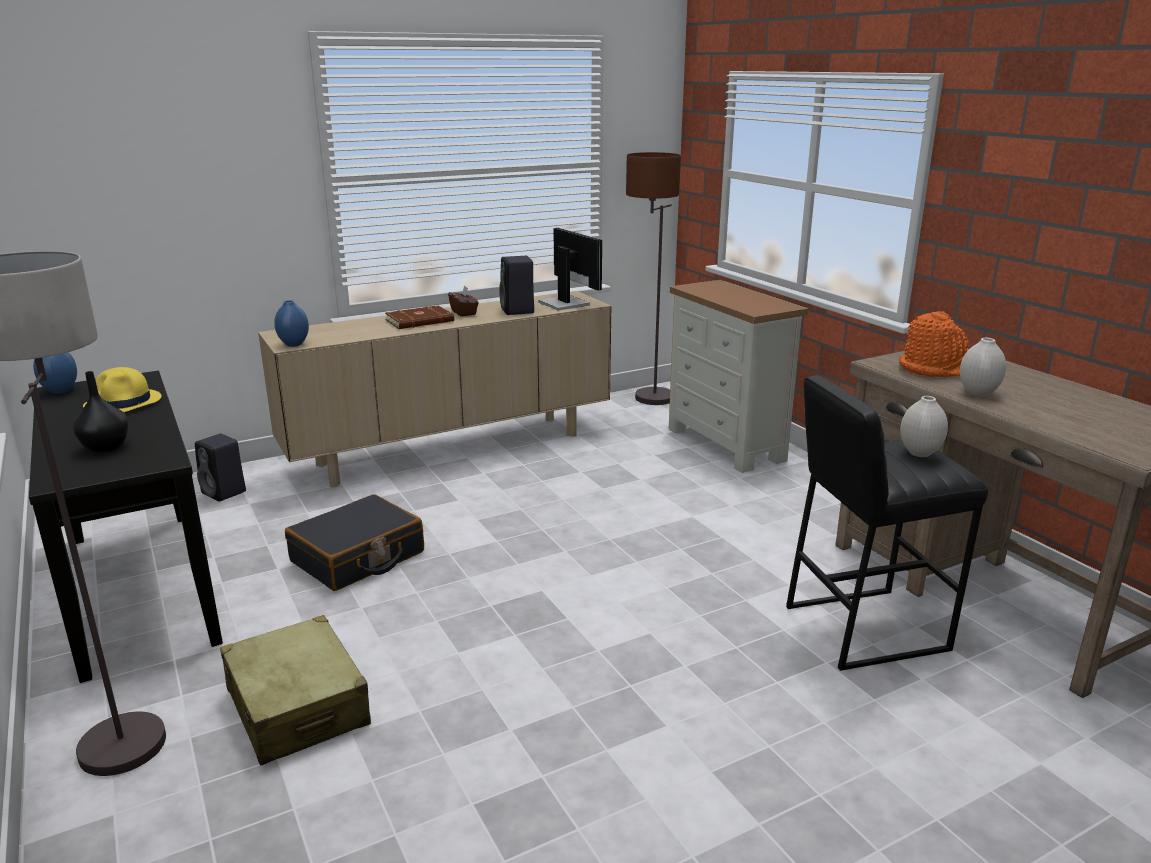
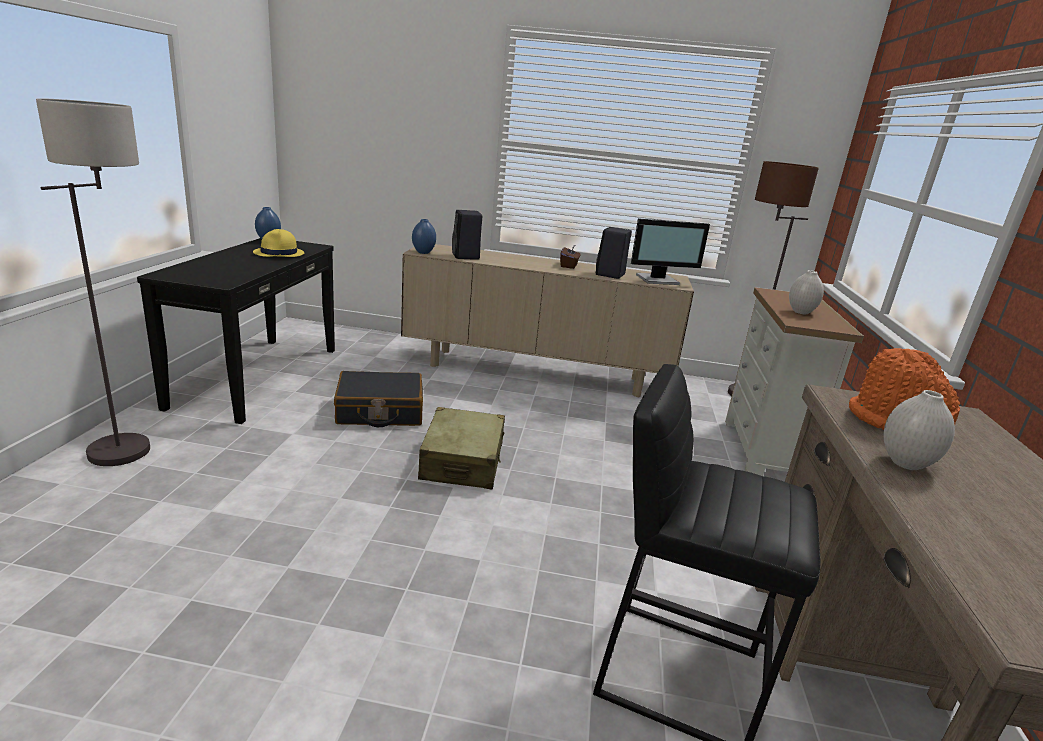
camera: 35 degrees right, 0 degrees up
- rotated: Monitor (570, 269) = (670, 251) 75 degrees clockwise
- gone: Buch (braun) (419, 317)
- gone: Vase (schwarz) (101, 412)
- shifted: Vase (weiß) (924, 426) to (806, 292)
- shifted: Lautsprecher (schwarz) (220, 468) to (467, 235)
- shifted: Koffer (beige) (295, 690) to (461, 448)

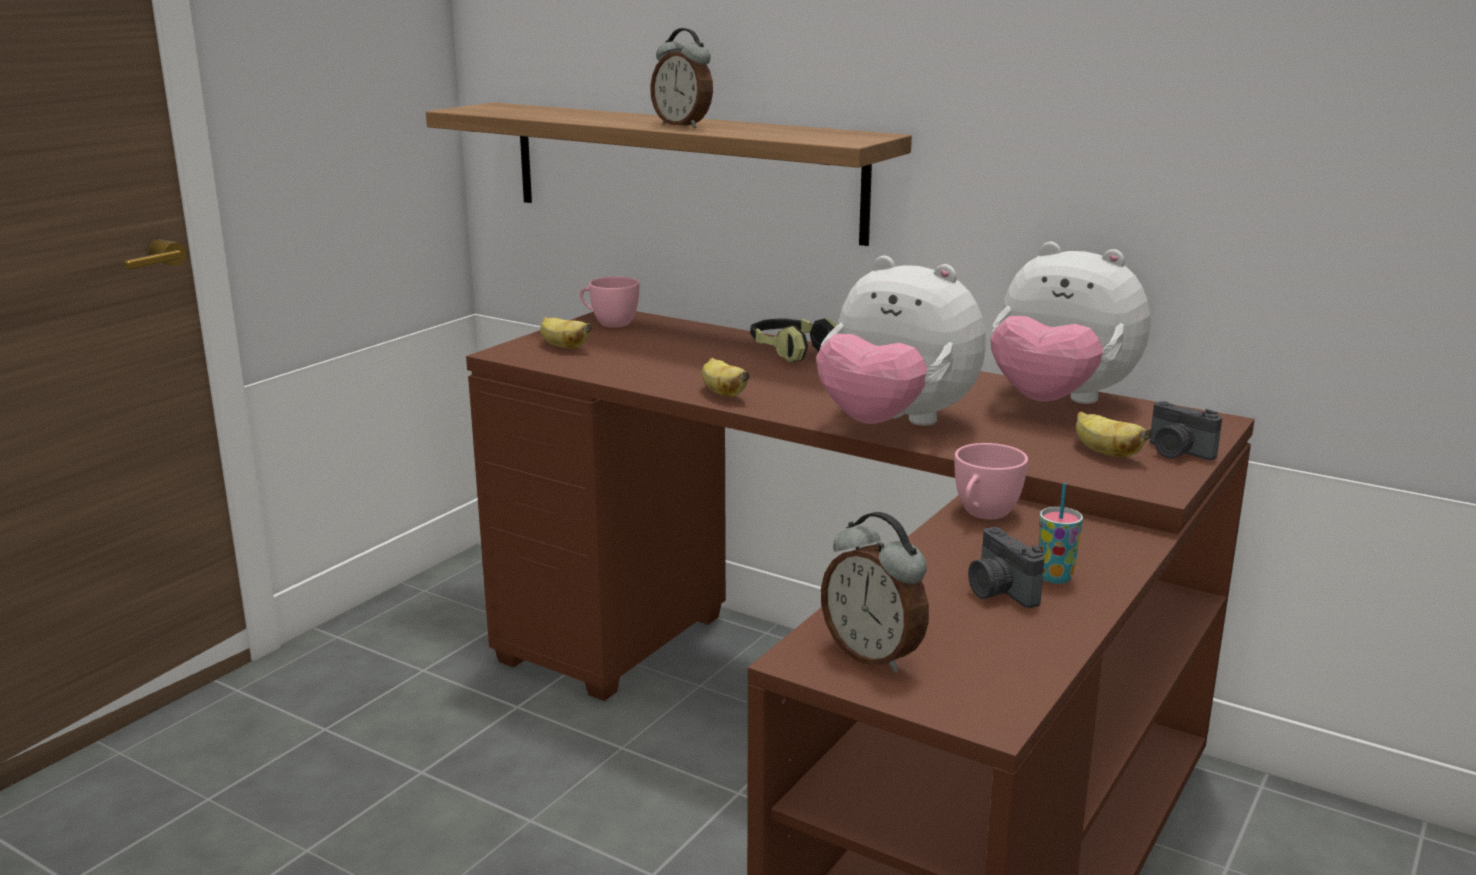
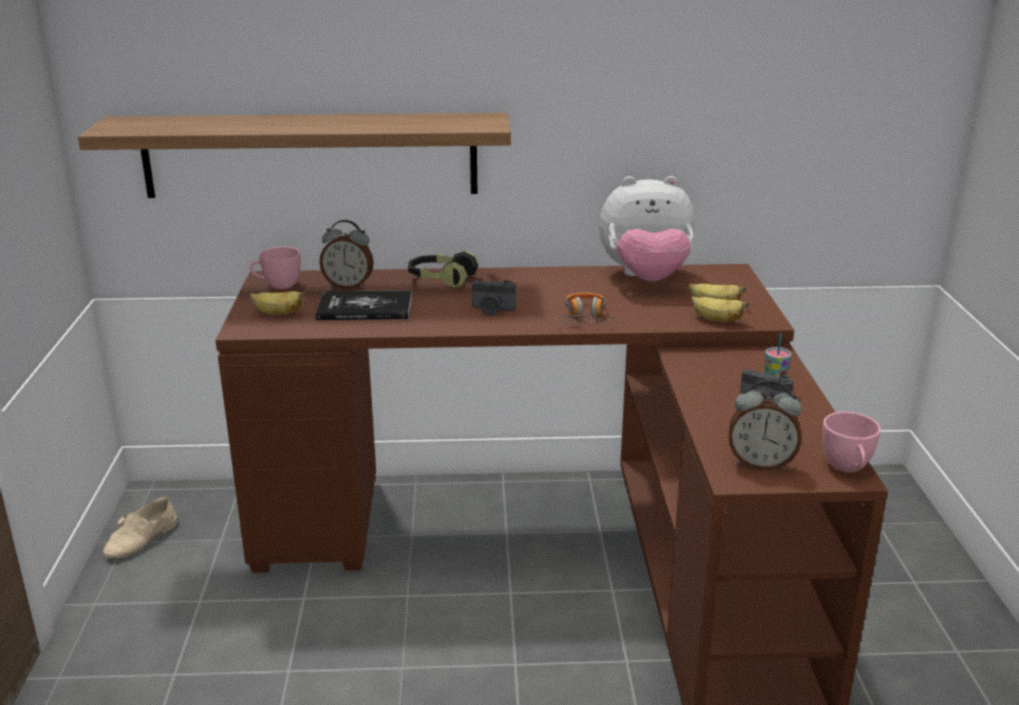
camera: 35 degrees left, 5 degrees up
- shifted: Wecker (681, 78) to (346, 254)
- swapped: Plüschtier (901, 341) to Kopfhörer (586, 308)
- shifted: Banane (726, 377) to (720, 309)
- shifted: Kamera (1186, 430) to (494, 297)
- shifted: Tasse (rosa) (991, 481) to (851, 442)
- new: Buch (363, 305)
- new: Schuh (beige) (140, 527)

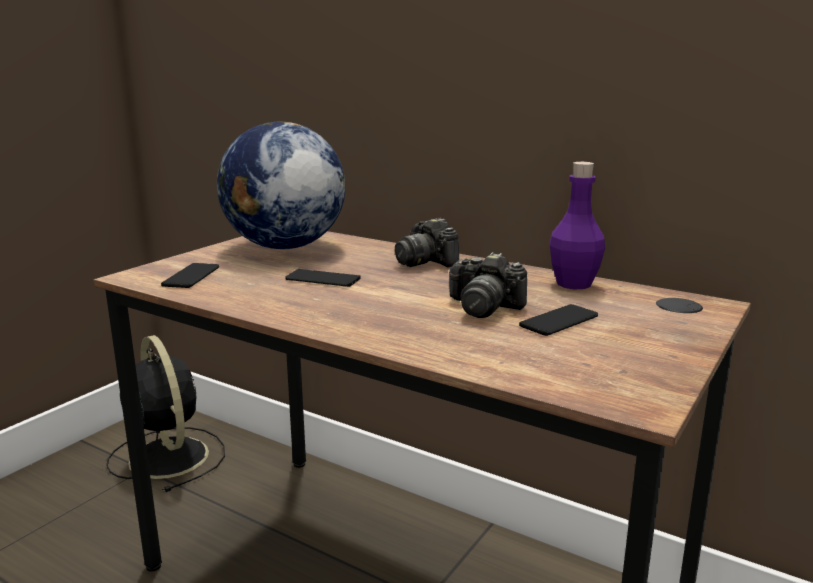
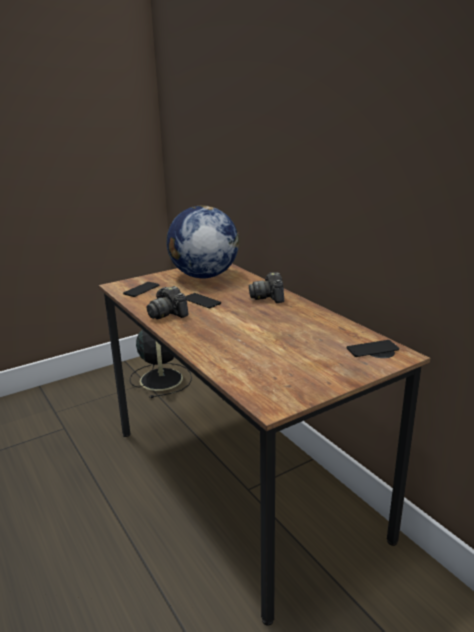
camera: 25 degrees right, 5 degrees up
- gone: Flasche (lila) (577, 225)
- shifted: Kamera (487, 285) to (168, 303)
- shifted: Handy (558, 320) to (373, 348)

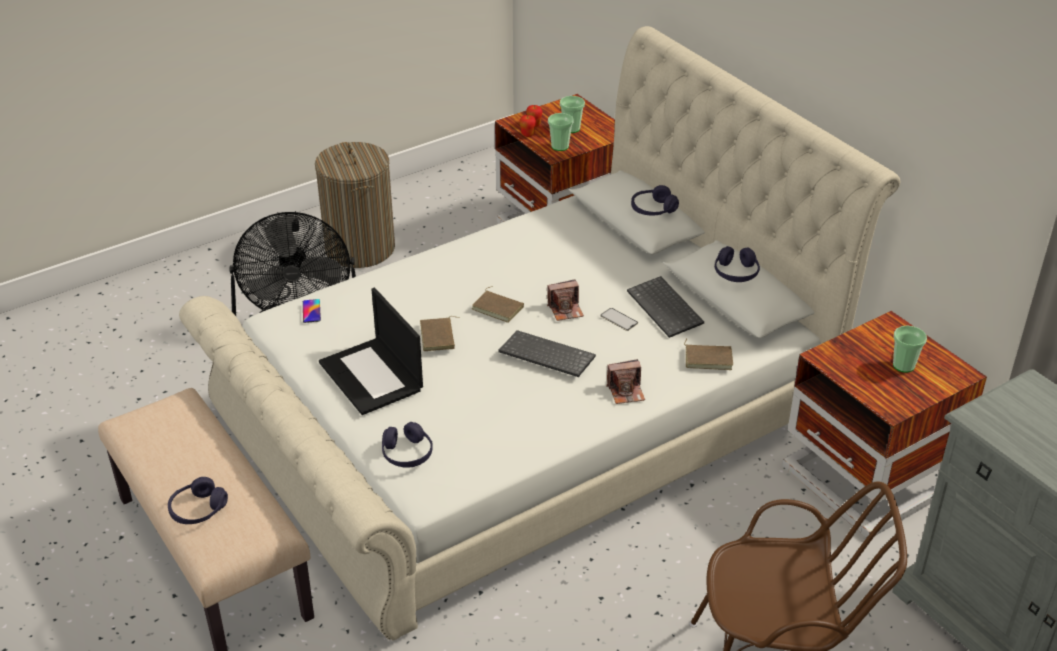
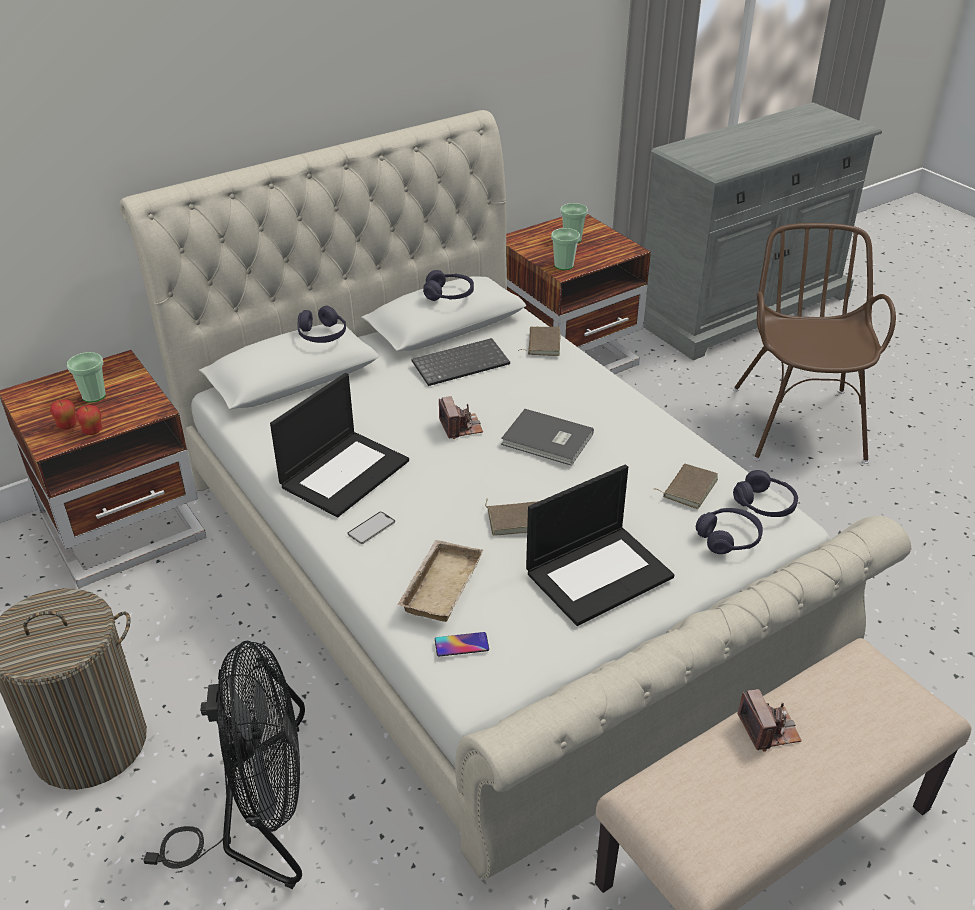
camera: 90 degrees left, 0 degrees up
- shifted: Tasse (561, 132) to (565, 249)
- shifted: Buch (braun) (498, 304) to (687, 486)
- shifted: Handy (619, 319) to (371, 528)
- swapped: Tastatur (547, 353) to Buch (grau) (547, 437)
- shifted: Kamera (625, 381) to (769, 720)
- shifted: Kopfhörer (lila) (198, 500) to (765, 493)
- new: Laptop (339, 445)
- new: Tablett (beige) (440, 581)

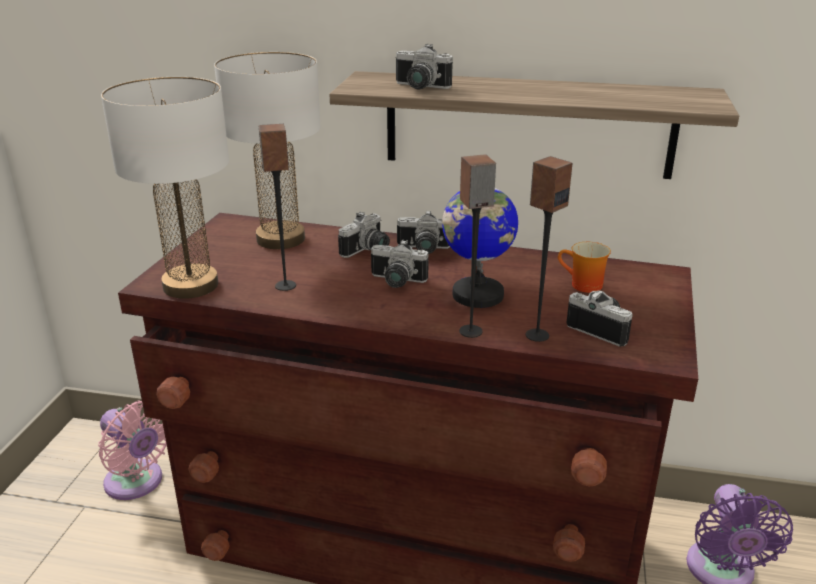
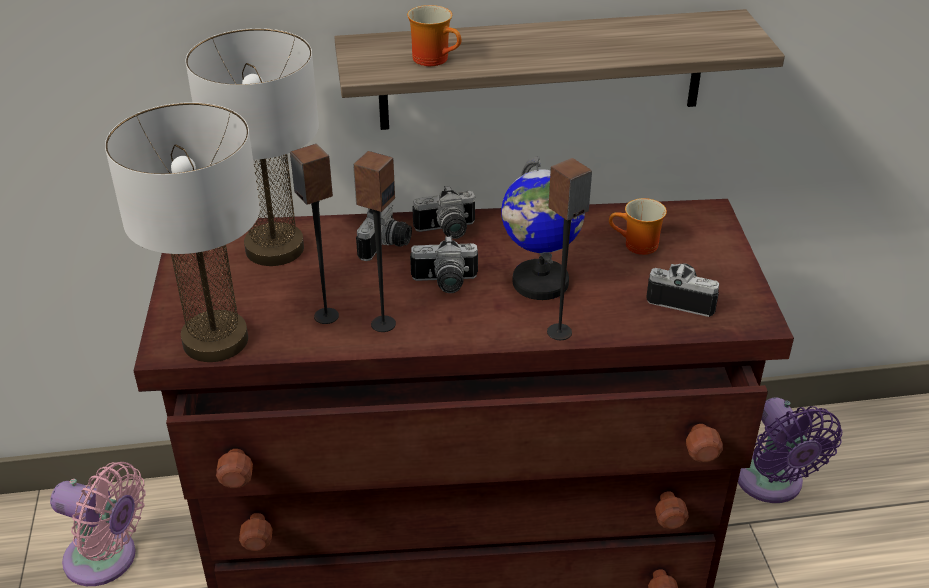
camera: 20 degrees left, 10 degrees up
- swapped: Kamera (424, 66) to Henkelbecher (434, 35)
- shifted: Lautsprecher (549, 249) to (374, 241)

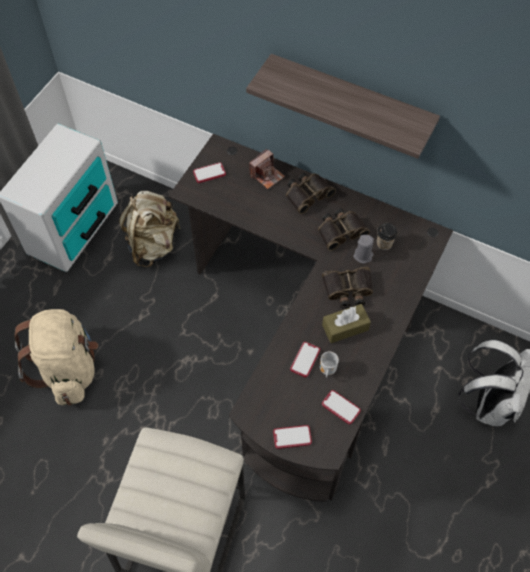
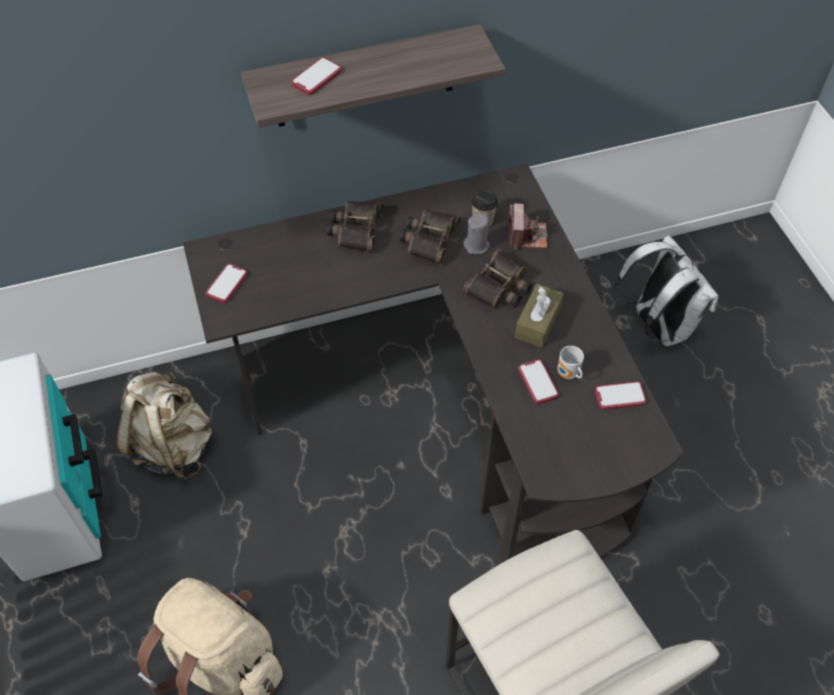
camera: 45 degrees left, 5 degrees down
- shifted: Kamera (267, 169) to (528, 226)
- shifted: Handy (292, 437) to (316, 76)

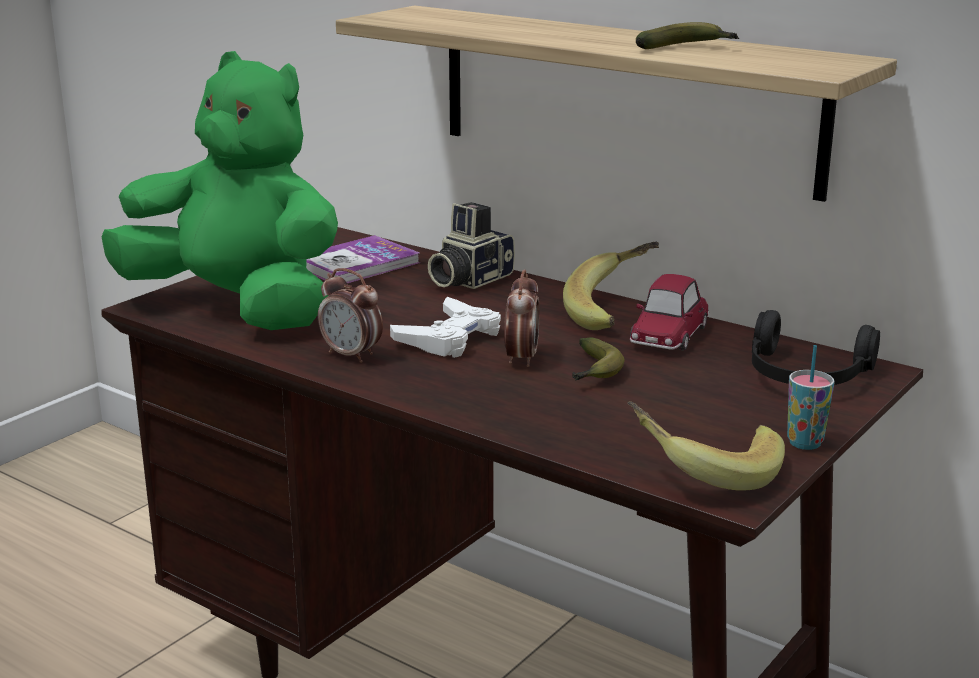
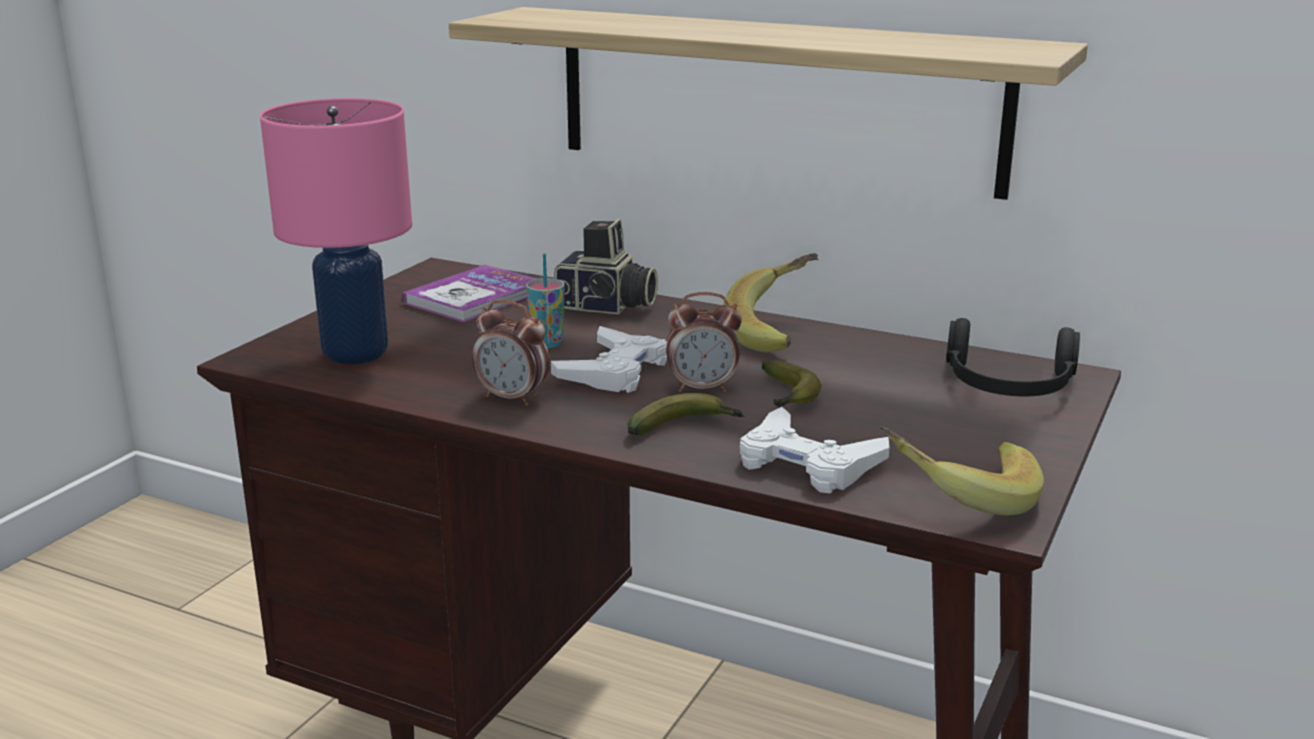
camera: 10 degrees left, 0 degrees up
- shifted: Banane (687, 35) to (685, 414)
- swapped: Plüschtier (grün) (219, 190) to Tischlampe (rosa) (336, 231)
- rotated: Kamera (471, 245) = (606, 266) 105 degrees counterclockwise
- rotated: Wecker (521, 318) = (704, 342) 90 degrees clockwise
- gone: Spielzeugauto (669, 312)
- shifted: Tasse (811, 397) to (545, 301)
- new: Gamepad (weiß) (814, 450)

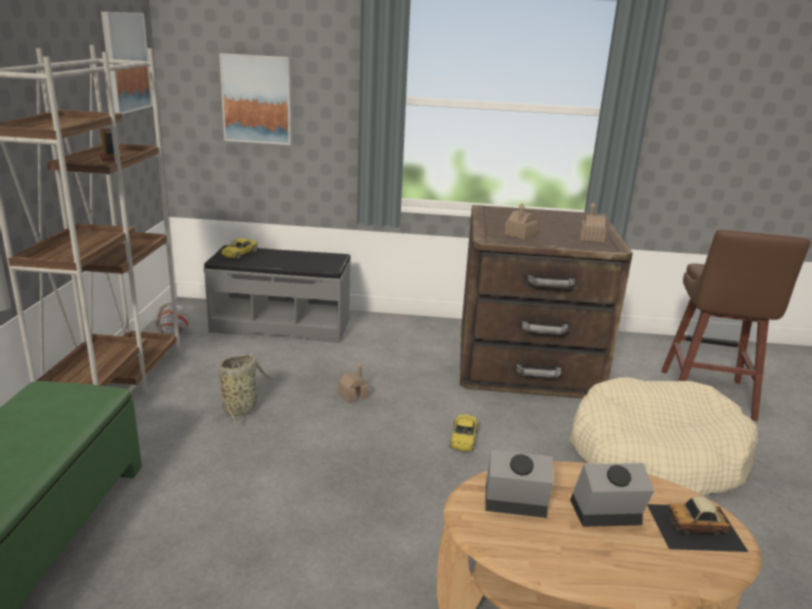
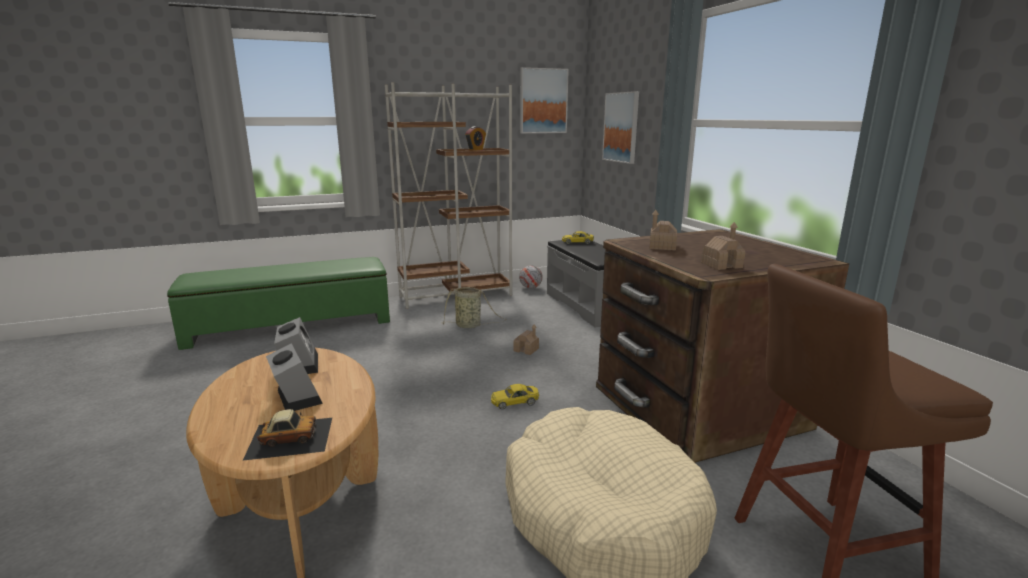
camera: 65 degrees right, 5 degrees down
- rotated: Spielzeugauto (697, 524) = (287, 435) 105 degrees clockwise

